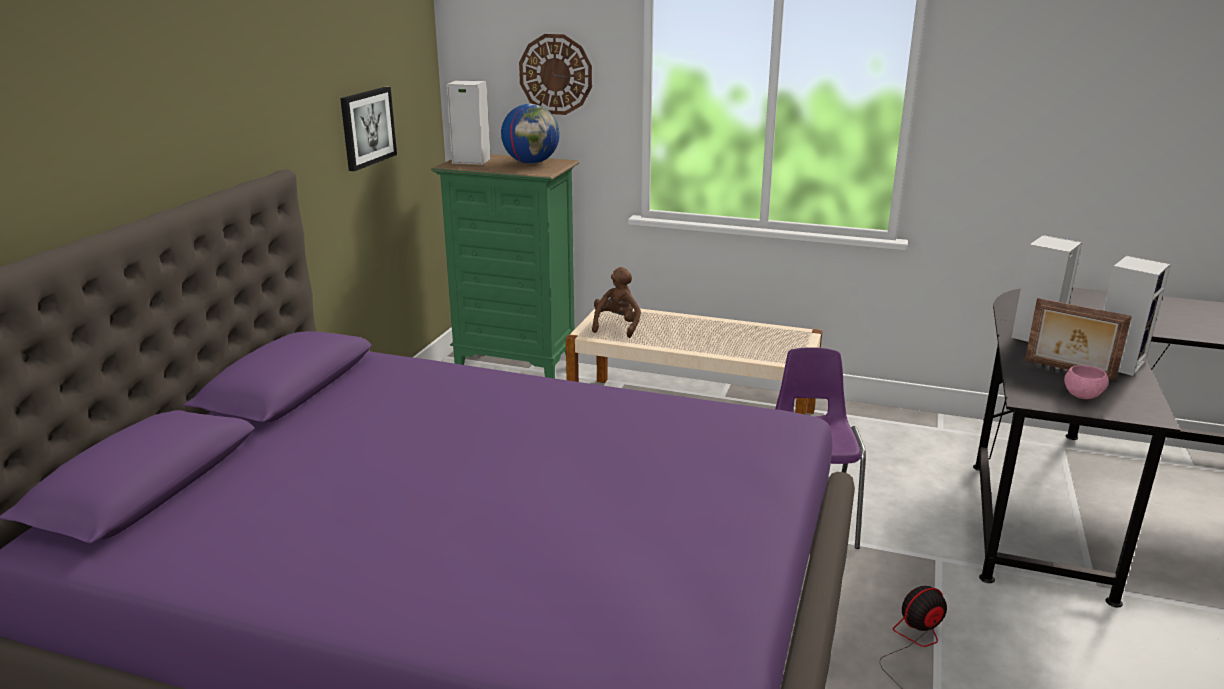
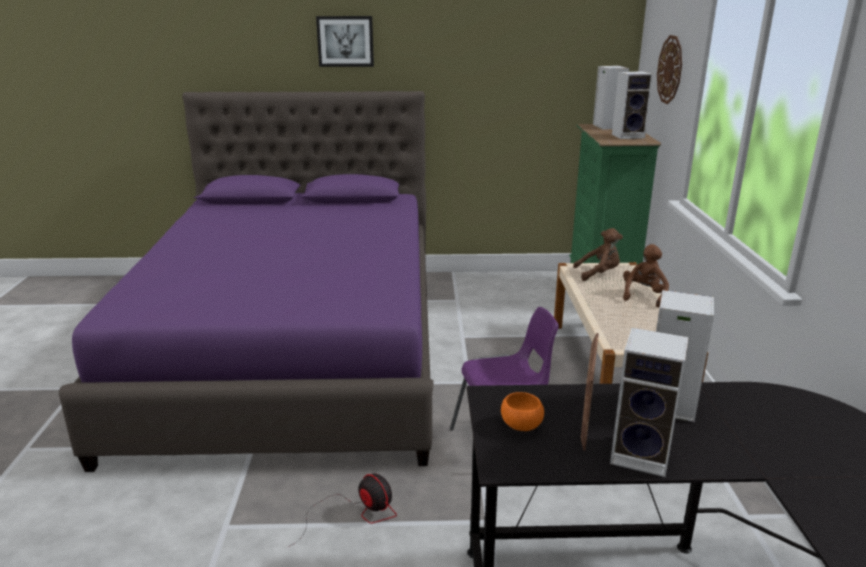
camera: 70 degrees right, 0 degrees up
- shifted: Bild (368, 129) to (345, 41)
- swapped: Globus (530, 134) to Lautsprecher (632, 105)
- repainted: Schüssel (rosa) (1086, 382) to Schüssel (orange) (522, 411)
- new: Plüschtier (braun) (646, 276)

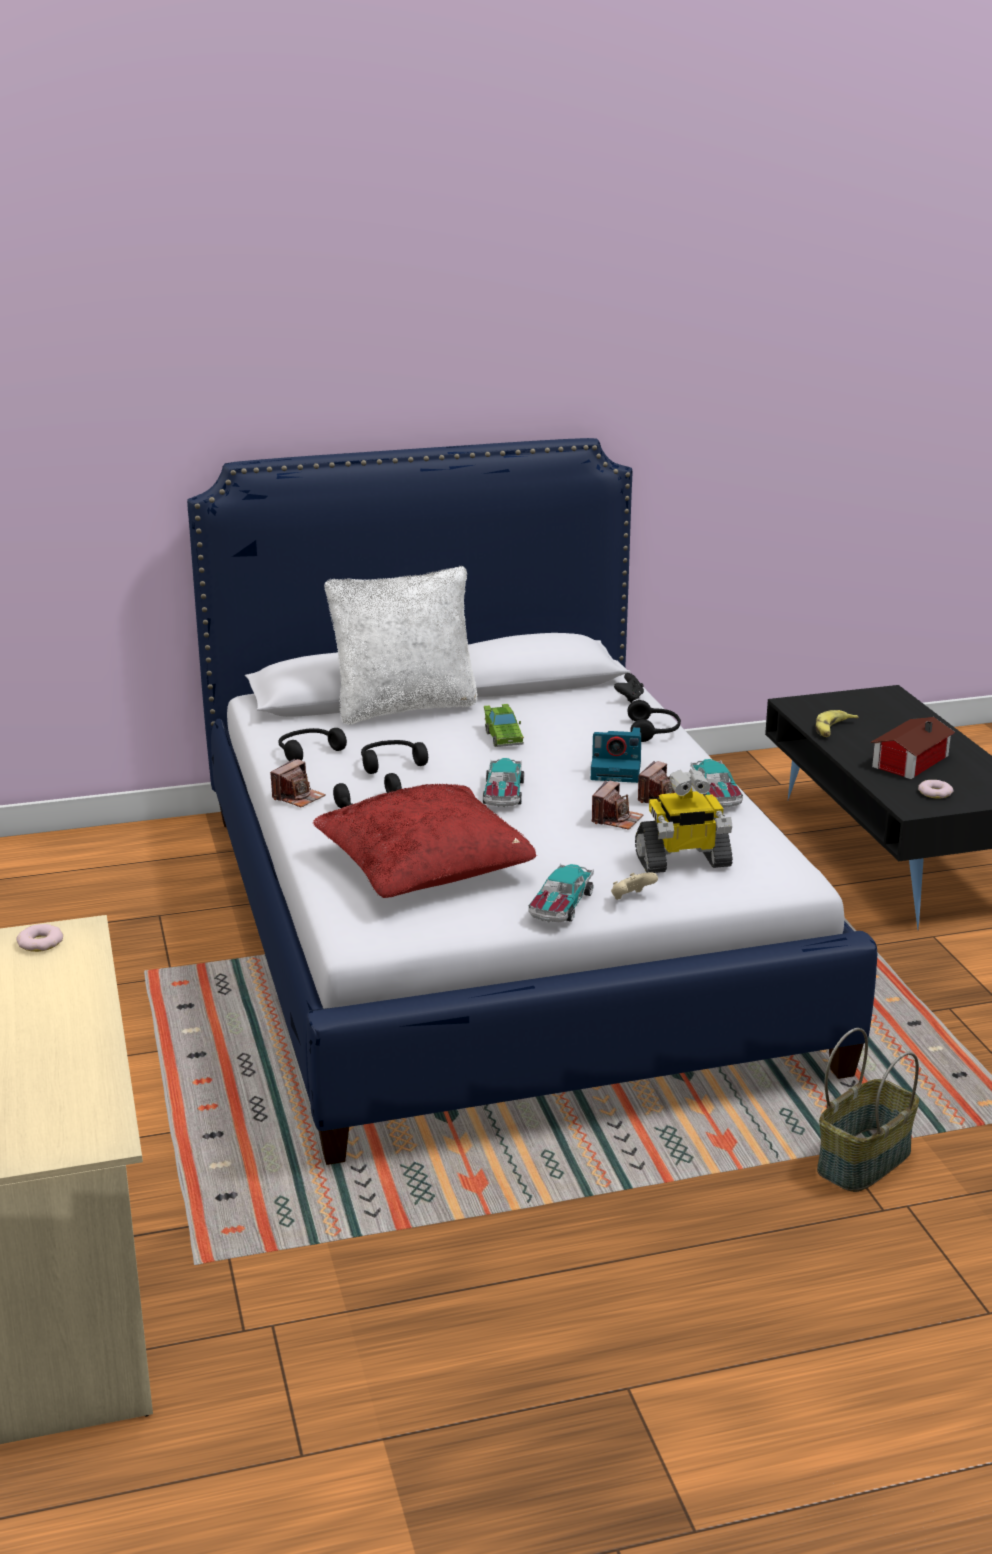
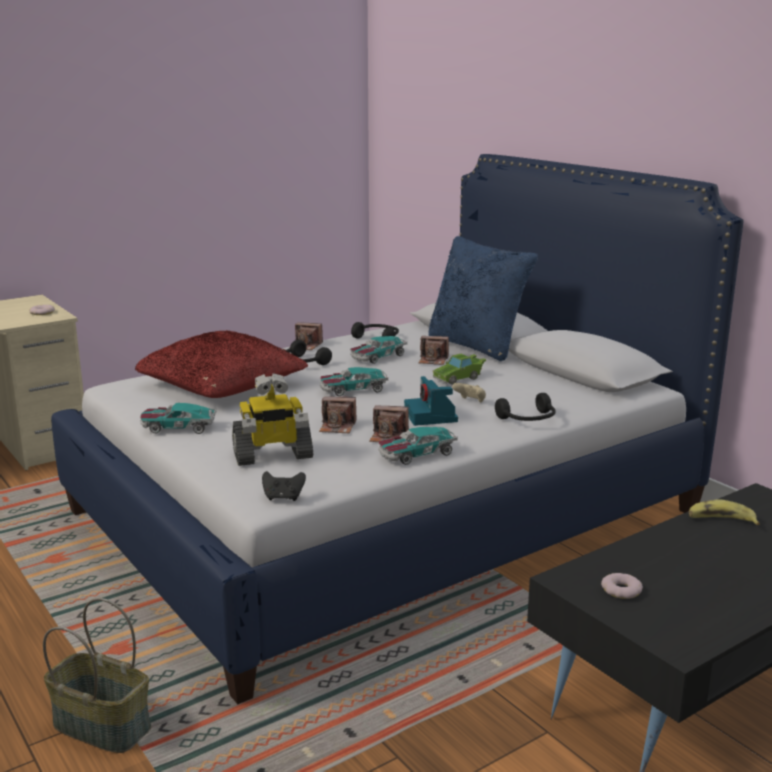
camera: 70 degrees right, 5 degrees down
- repainted: Kissen (weiß) (401, 645) to Kissen (blau) (483, 298)
- shifted: Gamepad (schwarz) (629, 688) to (284, 486)
- gone: Spielzeughaus (913, 748)
- swapped: Kopfhörer (schwarz) (394, 757) to Spielzeugauto (378, 350)
- rotated: Spielzeugroboter (684, 821) = (272, 419) 75 degrees counterclockwise
- shifted: Gamepad (beige) (634, 886) to (469, 392)
- new: Kamera (434, 350)

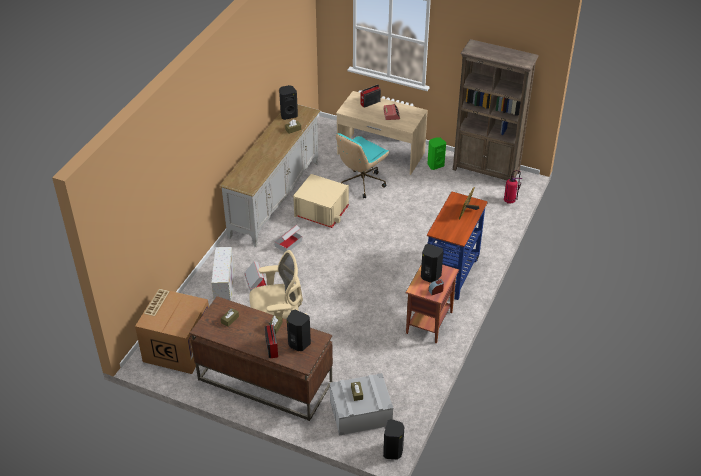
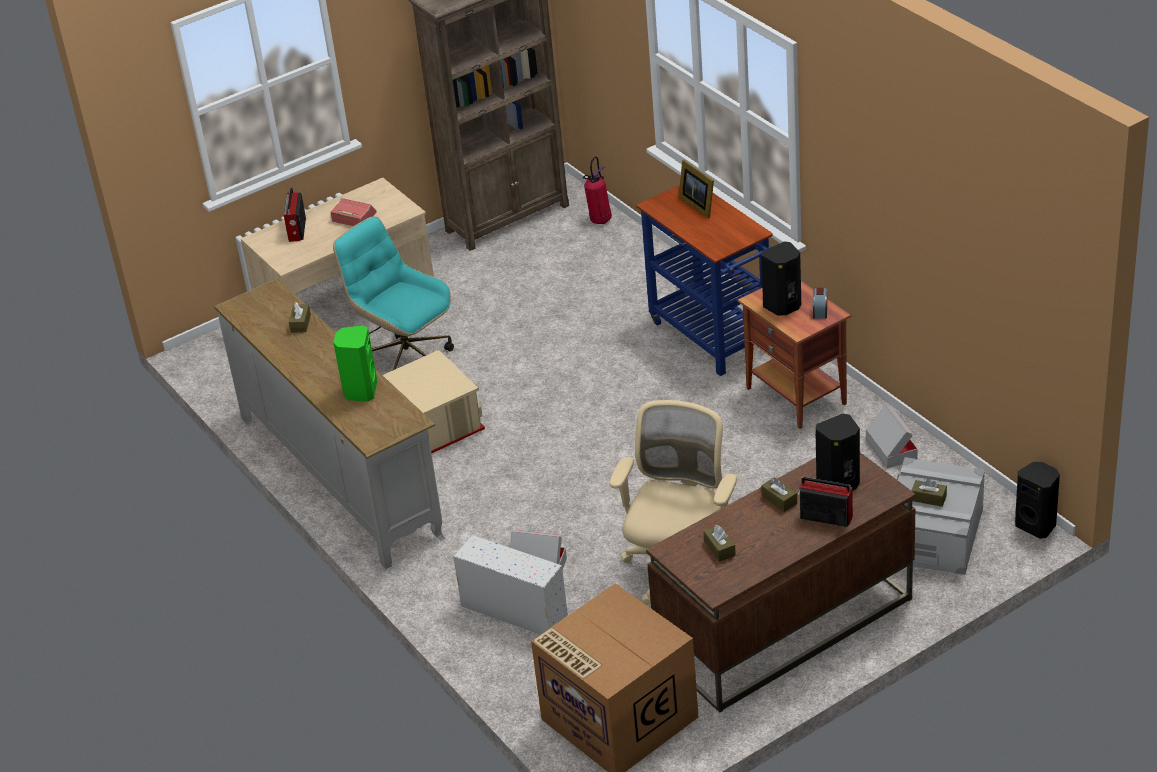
camera: 55 degrees left, 5 degrees down
- gone: Lautsprecher (schwarz) (288, 102)
- rotated: Bürostuhl (türkis) (362, 165) = (393, 293) 150 degrees clockwise
- shifted: Lautsprecher (grün) (436, 153) to (355, 363)
- shifted: Karton (288, 238) to (892, 437)

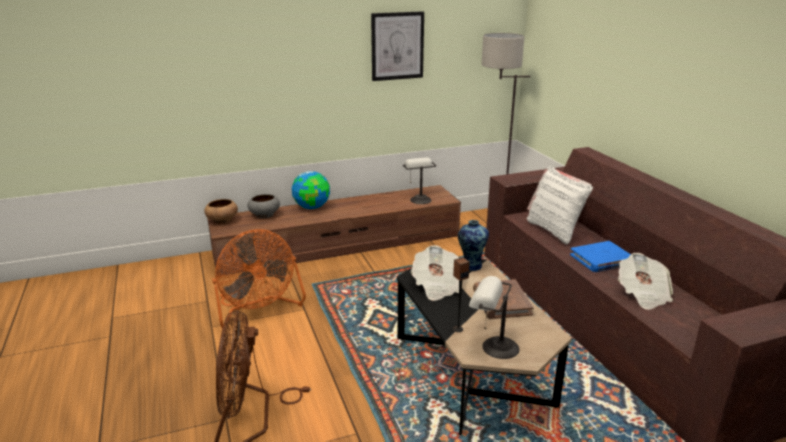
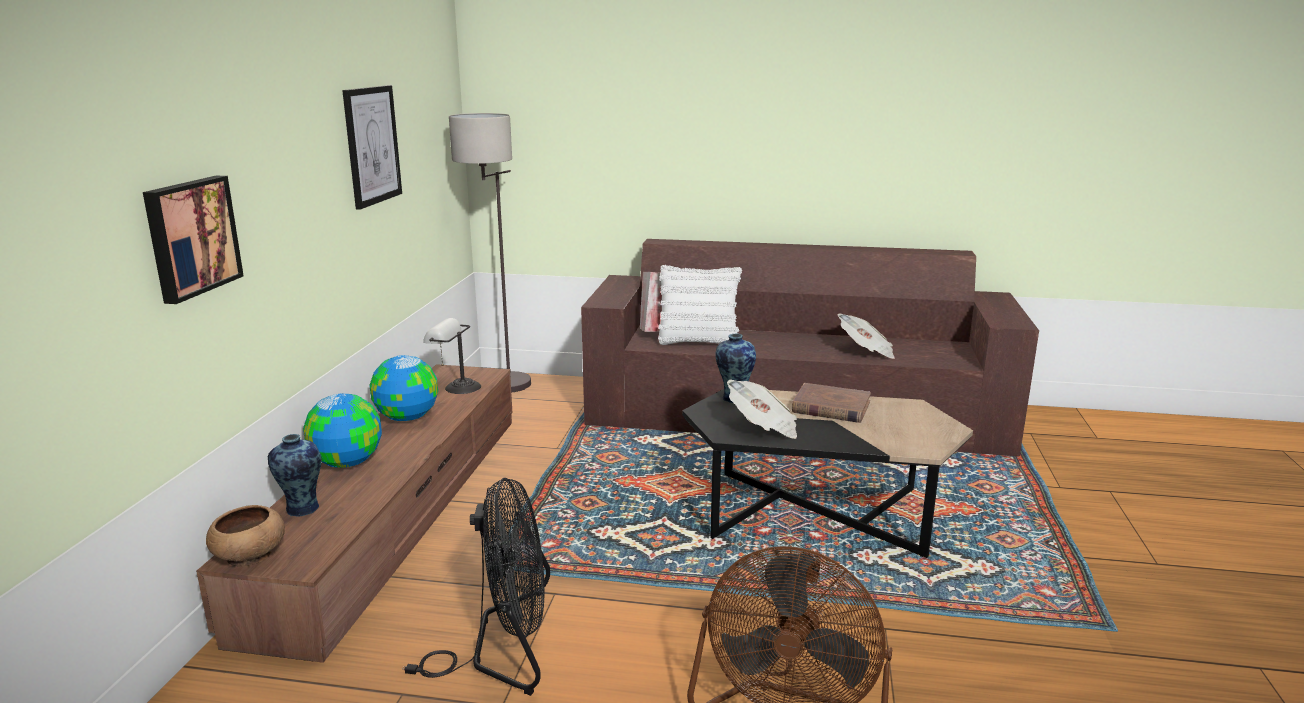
camera: 60 degrees left, 5 degrees down
- swapped: Schüssel (grau) (264, 206) to Vase (295, 475)
- repainted: Ventilator (orange) (259, 278) to Ventilator (schwarz) (476, 587)
- gone: Buch (blau) (600, 256)
- gone: Lautsprecher (461, 294)
- gone: Tischlampe (494, 317)
- new: Bild (193, 240)
- new: Globus (404, 388)

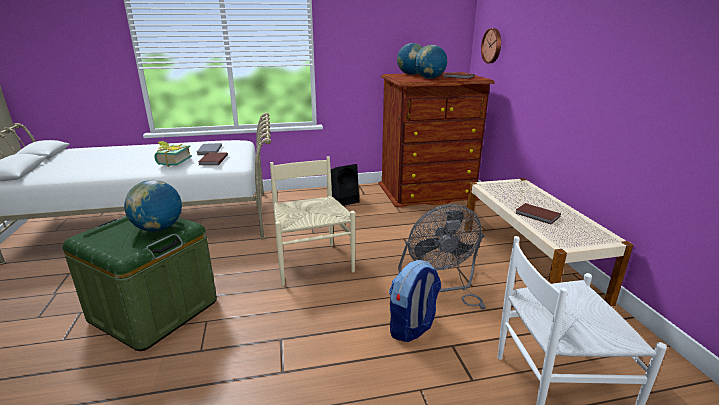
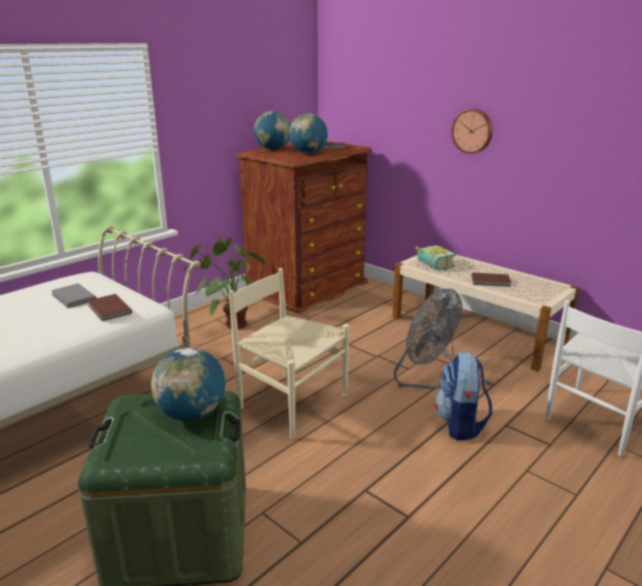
camera: 35 degrees left, 0 degrees up
- shifted: Wanduhr (491, 45) to (472, 131)
- shifted: Buch (173, 154) to (436, 257)
- swapped: Lautsprecher (schwarz) (345, 185) to Topfpflanze (225, 283)

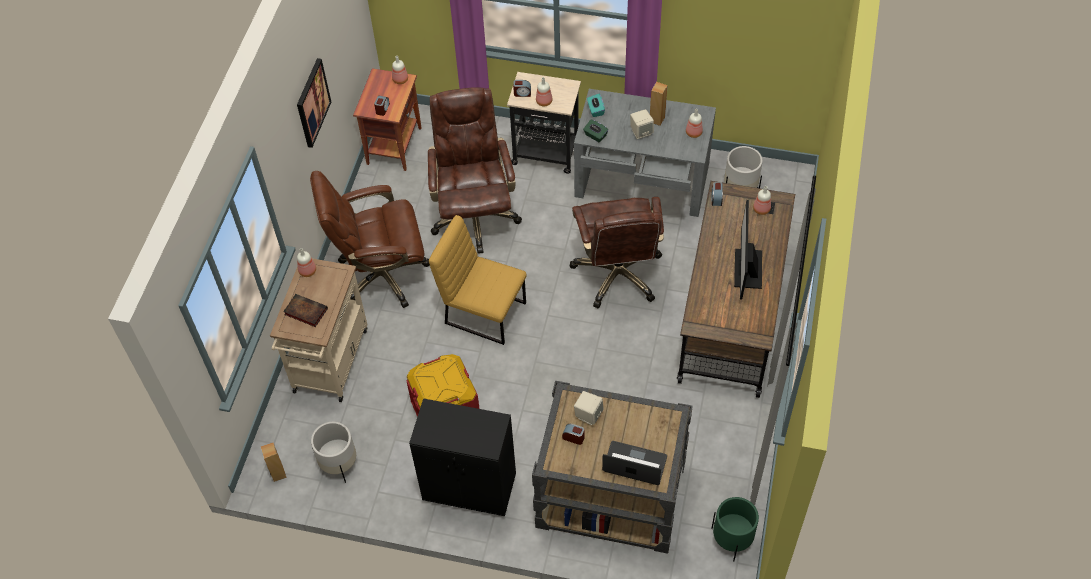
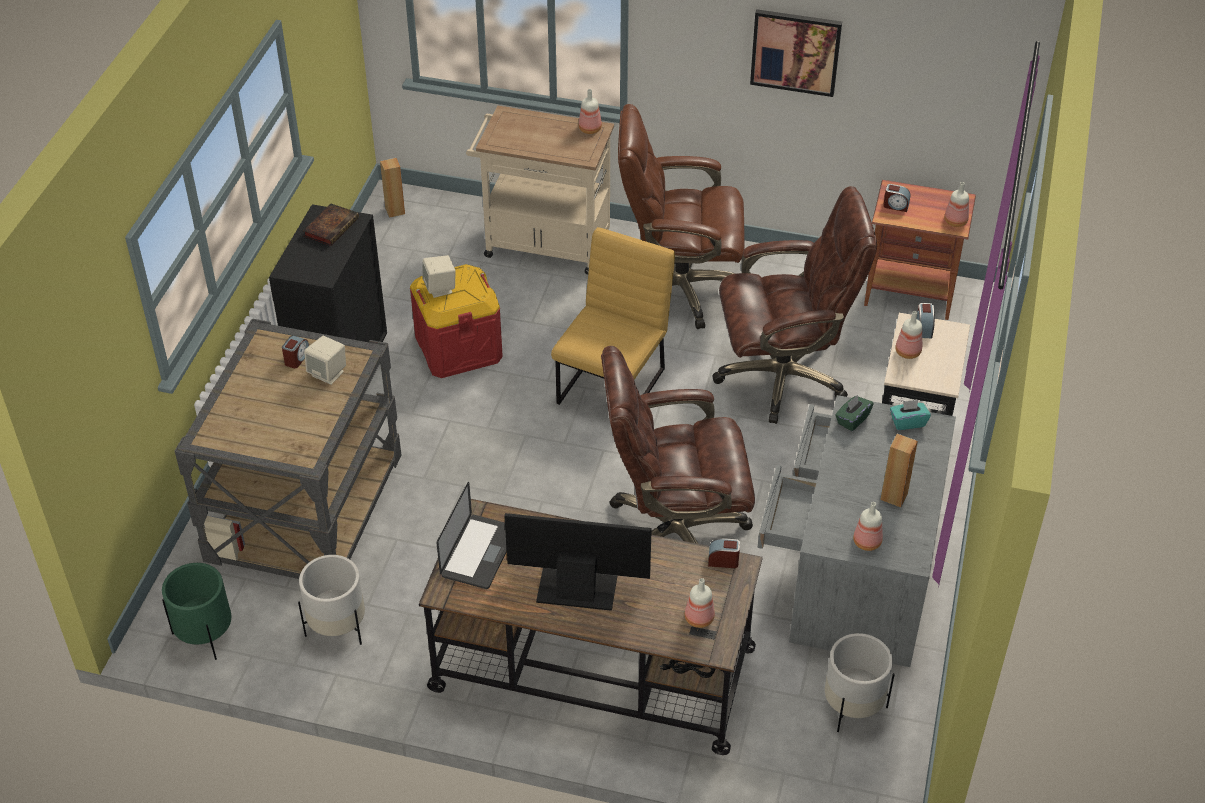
camera: 90 degrees right, 10 degrees down
- shifted: Lautsprecher (beige) (642, 124) to (439, 276)
- rotated: Bürostuhl (braun) (370, 239) = (681, 216) 75 degrees counterclockwise
- shifted: Buch (305, 310) to (331, 225)
- shifted: Pflanzkübel (weiß) (333, 452) to (331, 600)
- shifted: Laptop (634, 463) to (472, 535)

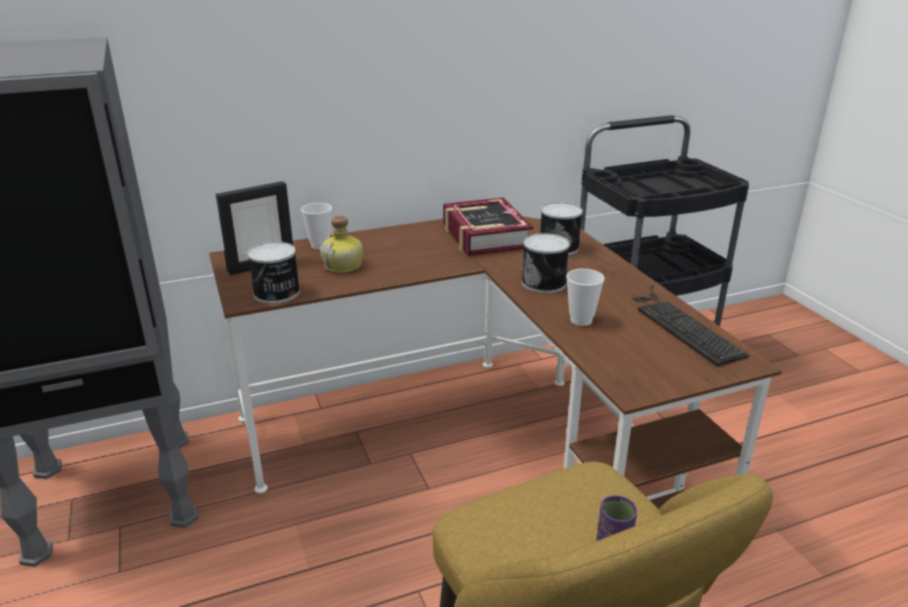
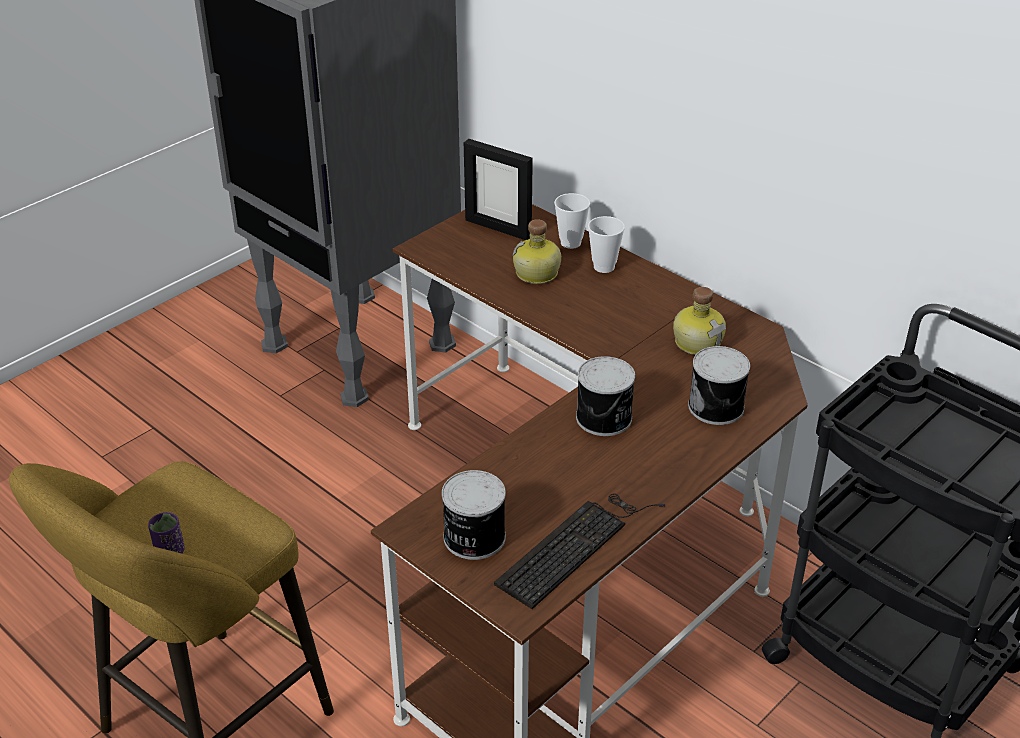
camera: 65 degrees right, 10 degrees up
- swapped: Buch (488, 227) to Flasche (699, 321)
- shifted: Dose (274, 273) to (474, 515)
- shifted: Tasse (585, 297) to (606, 244)

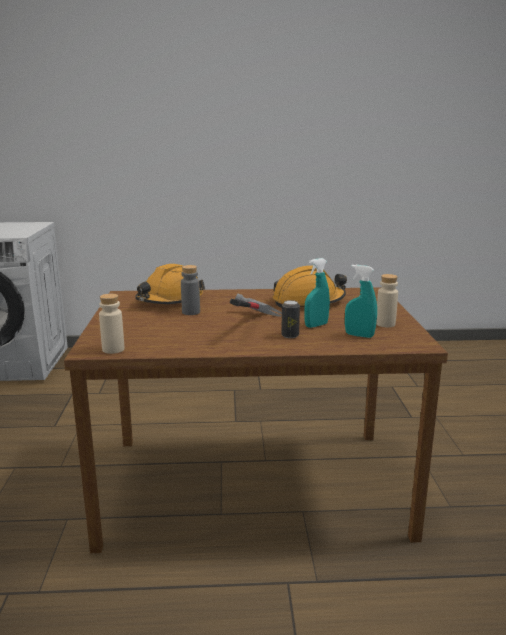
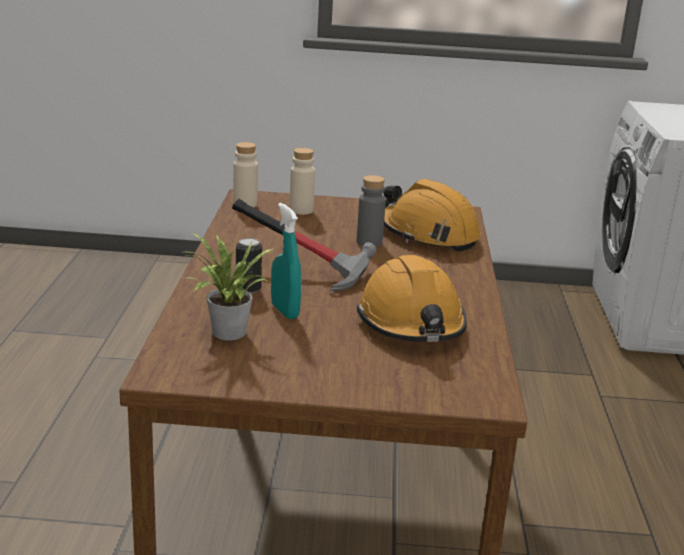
camera: 95 degrees right, 5 degrees up
- swapped: Sprühflasche (türkis) (361, 301) to Topfpflanze (229, 286)
- shifted: Flasche (beige) (387, 300) to (302, 181)

